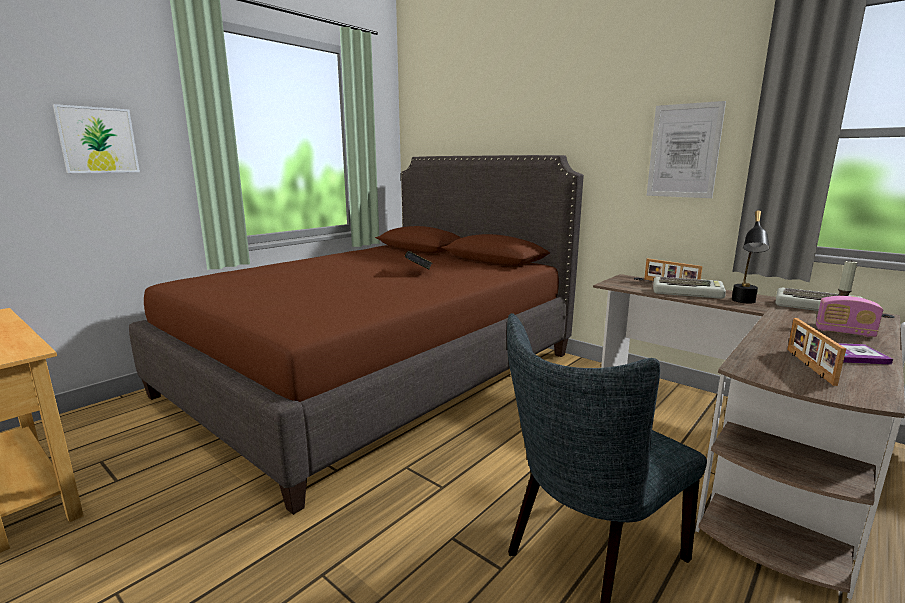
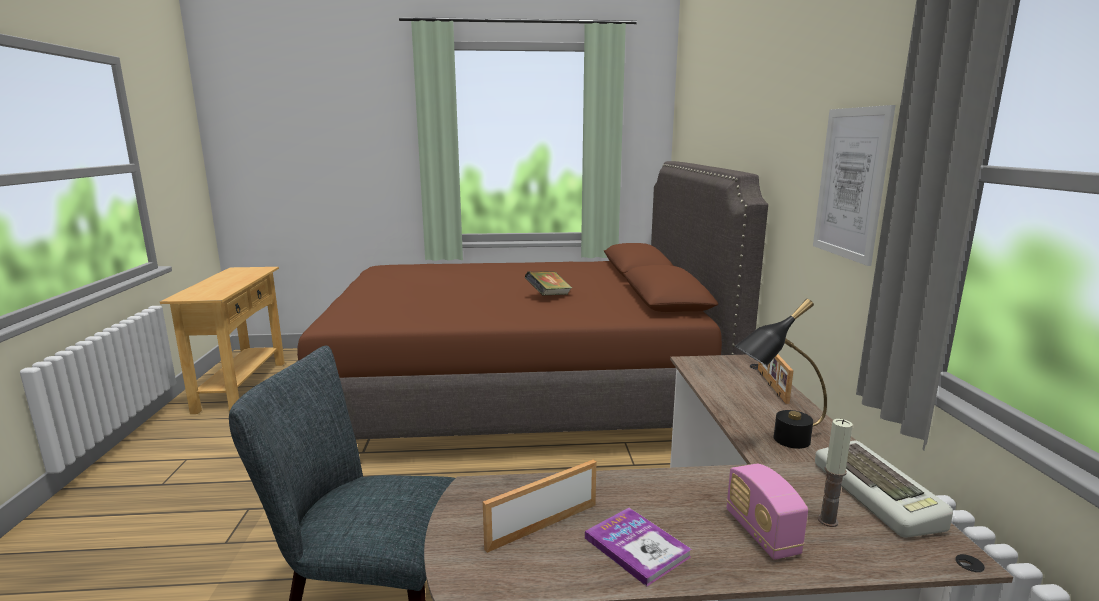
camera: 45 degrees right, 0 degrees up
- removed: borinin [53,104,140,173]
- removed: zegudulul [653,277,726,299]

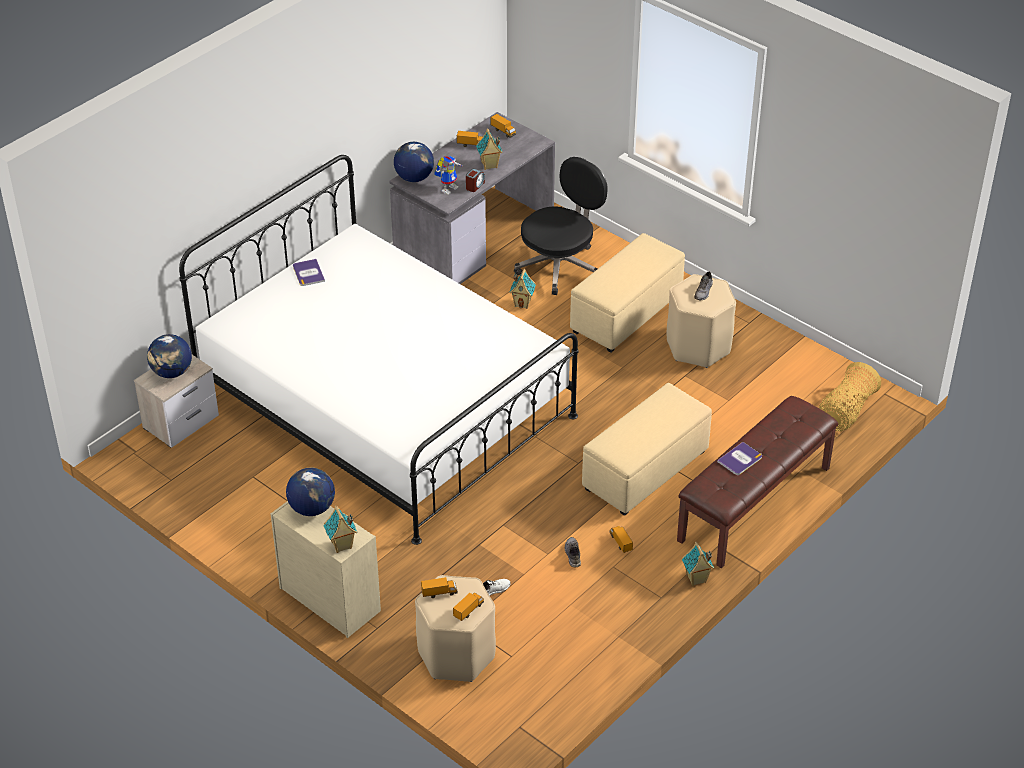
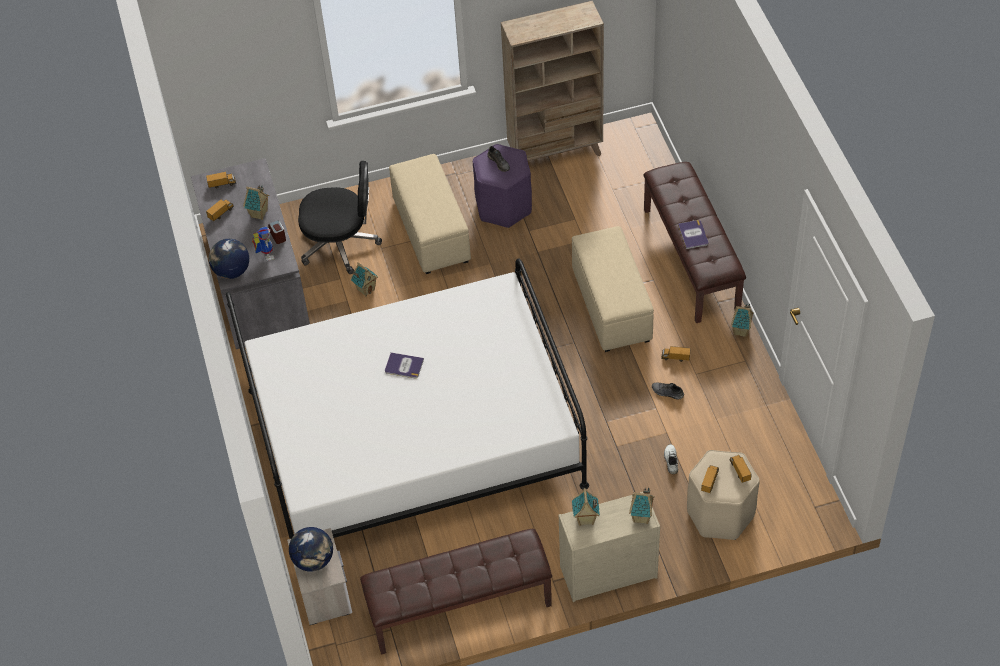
camera: 55 degrees left, 10 degrees up
- removed: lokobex [819,362,881,431]
- added: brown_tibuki [360,529,552,655]
- added: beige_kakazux [501,0,604,161]
- moved: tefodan [293,259,325,286] to [385,352,424,378]
- replaced: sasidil [286,467,335,516] to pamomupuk [572,488,600,526]
- recoloured: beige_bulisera [667,274,736,368] to purple_bulisera [473,144,532,228]
- turned: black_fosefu [514,157,608,295] = [298,161,382,274] 105 degrees clockwise

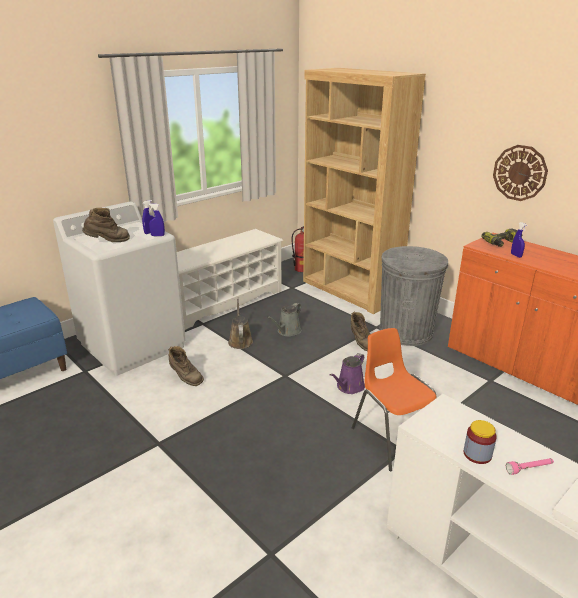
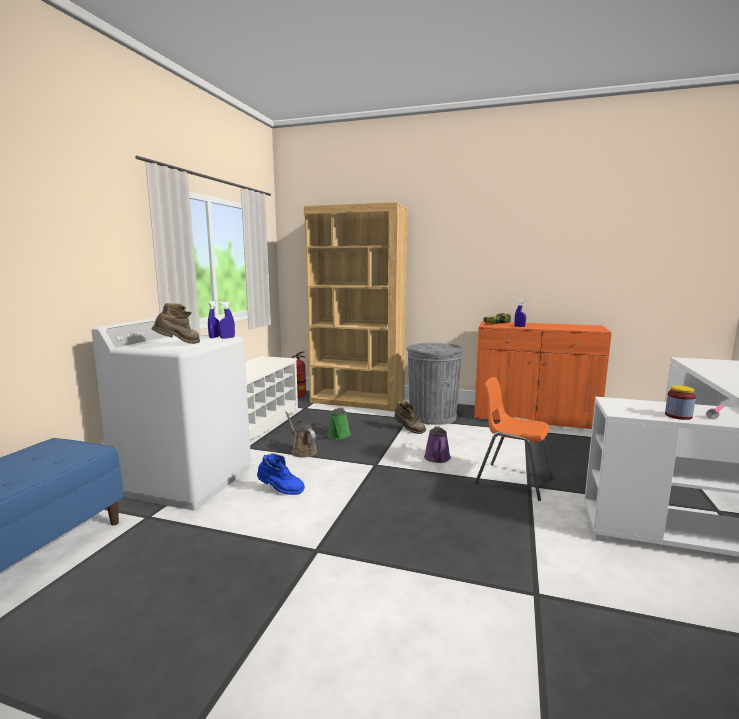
camera: 30 degrees left, 15 degrees down
- removed: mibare [493,145,548,201]
- recoloured: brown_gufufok [168,346,204,386] to blue_gufufok [257,453,305,495]
- recoloured: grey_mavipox [267,303,301,337] to green_mavipox [327,407,351,439]

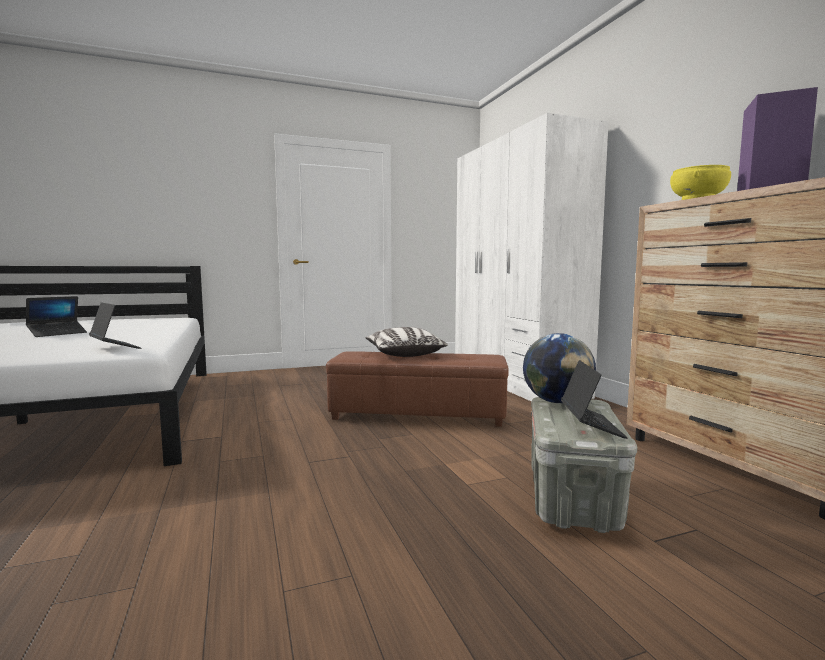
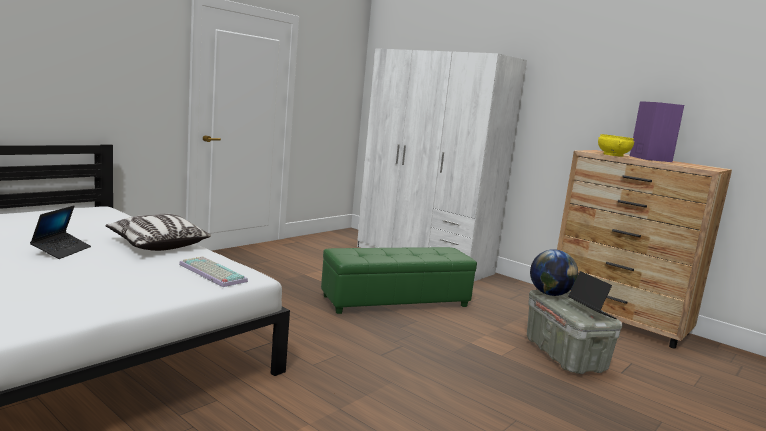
camera: 30 degrees left, 5 degrees up
- moved: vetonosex [365,327,448,357] to [105,214,211,251]
- replaced: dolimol [89,302,141,349] to zegudulul [179,256,248,287]
- recoloured: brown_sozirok [326,351,509,427] to green_sozirok [321,247,477,314]

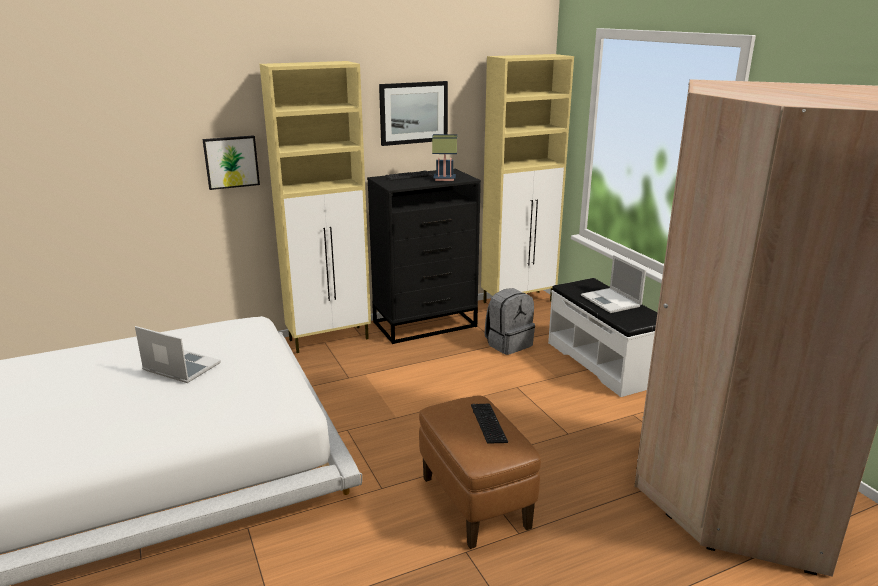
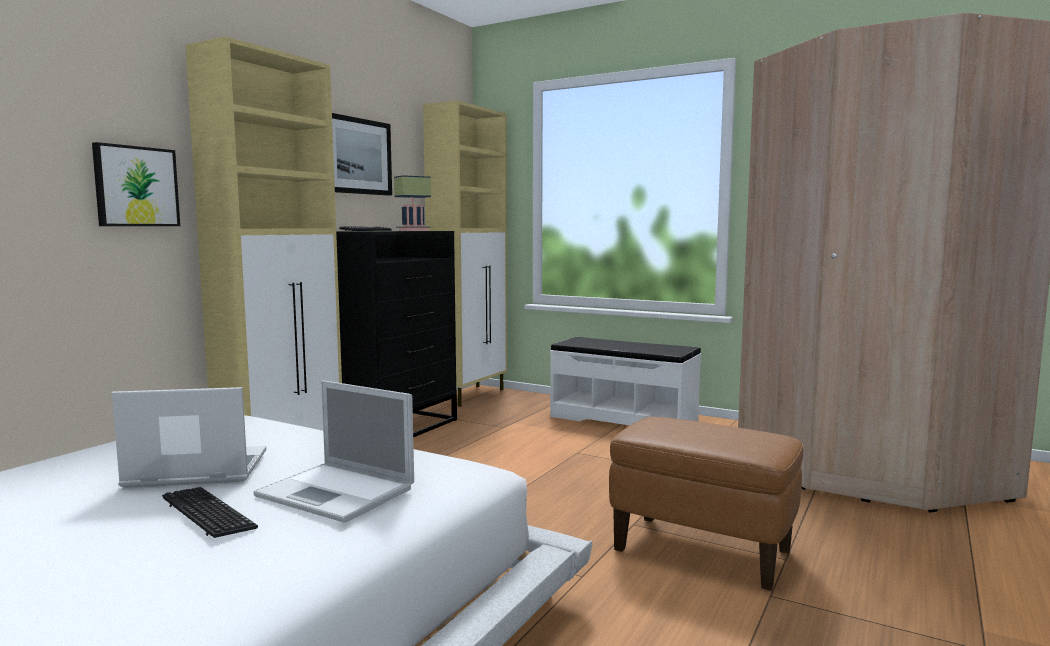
camera: 35 degrees left, 15 degrees down
- removed: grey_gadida [485,288,535,355]
- moved: zegudulul [471,404,508,444] to [162,487,258,538]
- moved: dolimol [581,255,646,313] to [253,380,414,523]

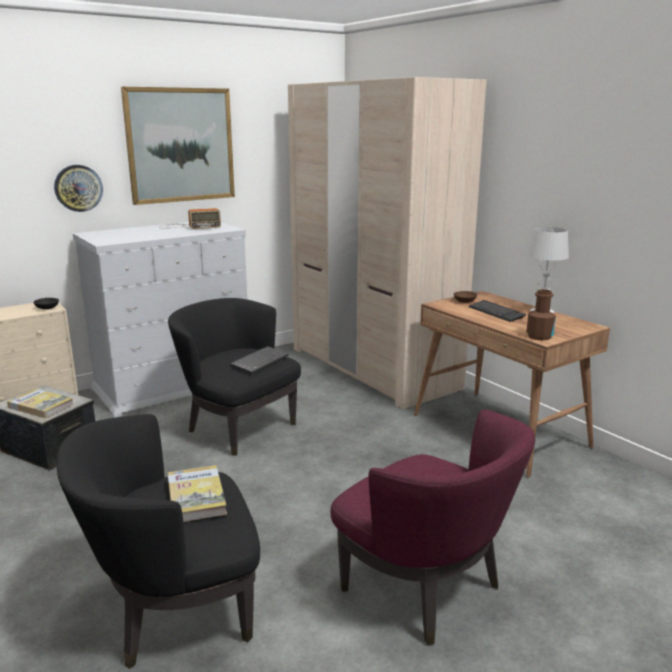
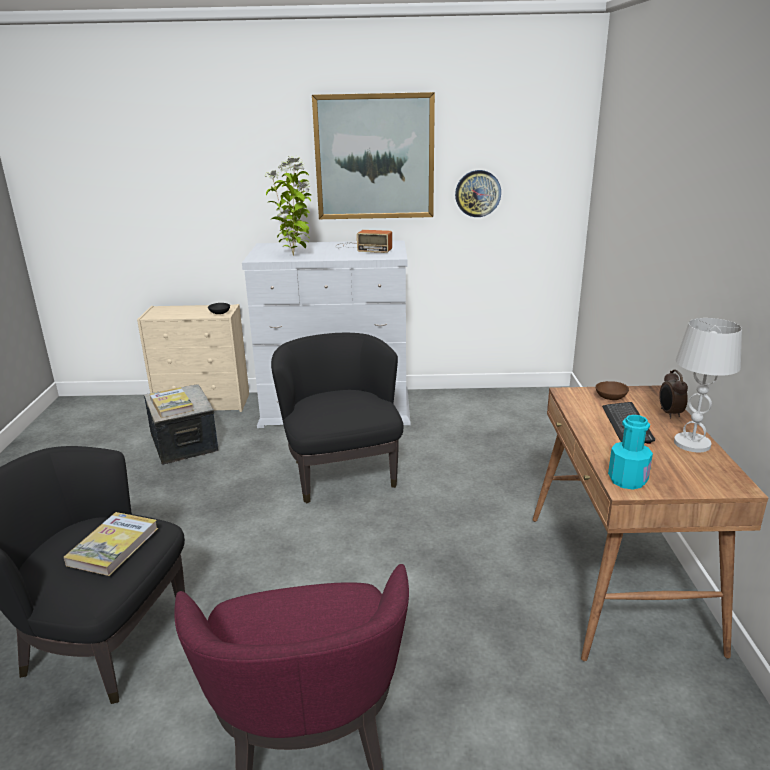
camera: 35 degrees right, 5 degrees up
- removed: zegudulul [230,346,289,374]
- removed: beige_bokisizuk [288,77,486,409]
- added: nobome [264,155,311,256]
- added: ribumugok [659,370,688,418]
- moved: mibare [54,165,103,212] to [455,170,501,217]
- recoloured: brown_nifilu [526,289,556,340] to turquoise_nifilu [608,415,653,490]

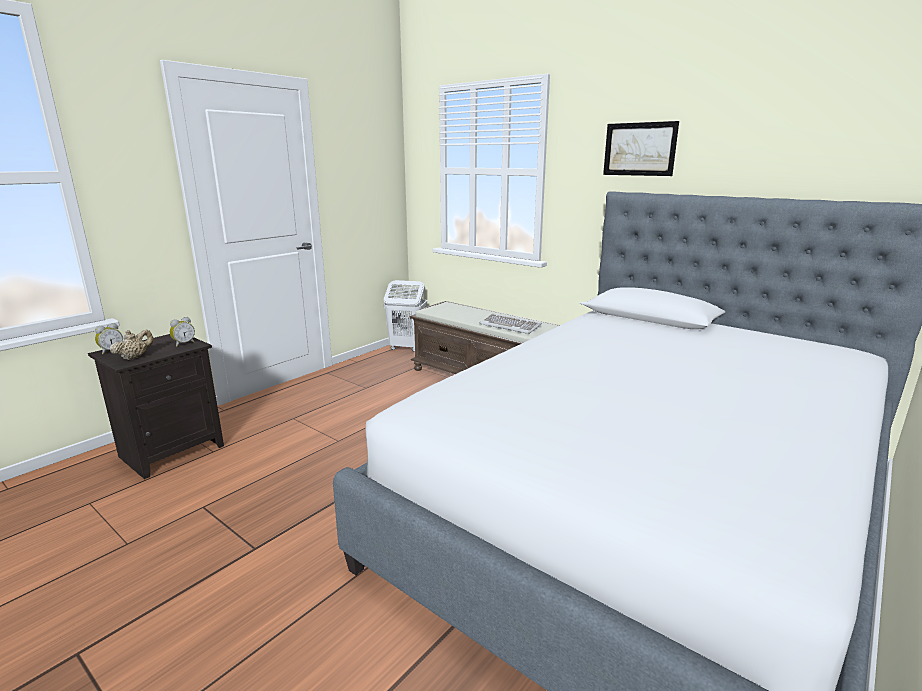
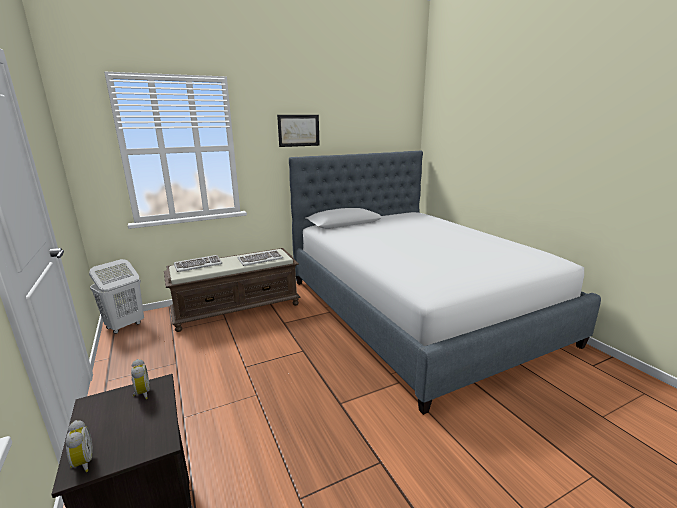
camera: 65 degrees left, 0 degrees up
- removed: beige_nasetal [110,330,153,360]
- added: zegudulul [174,255,222,272]

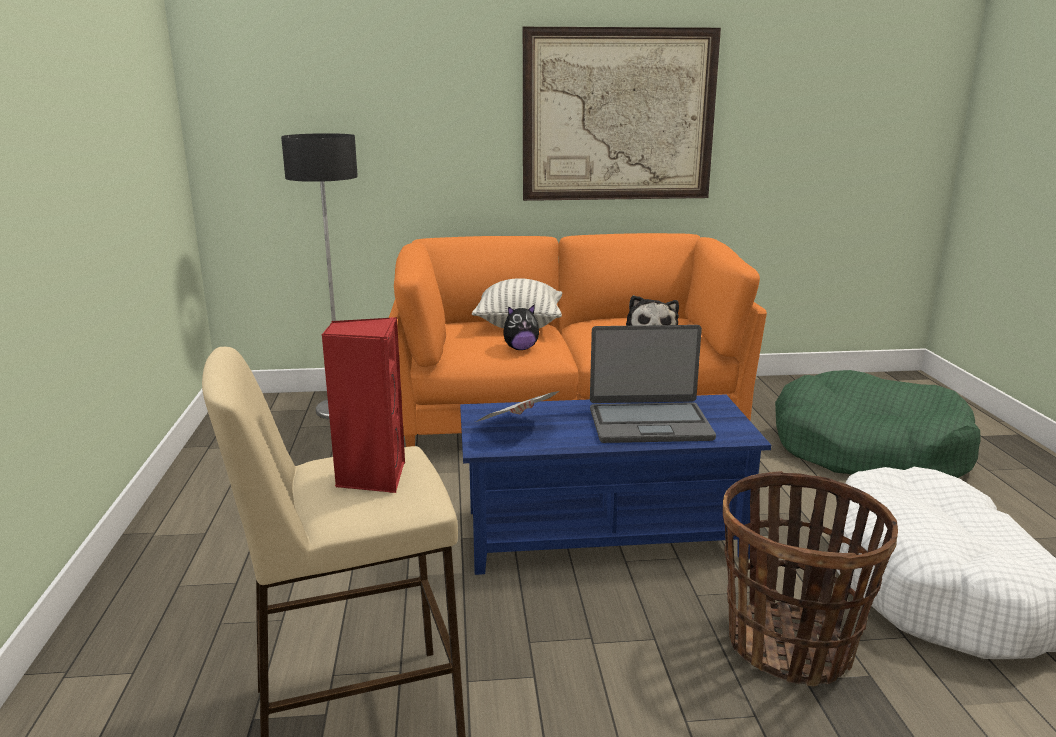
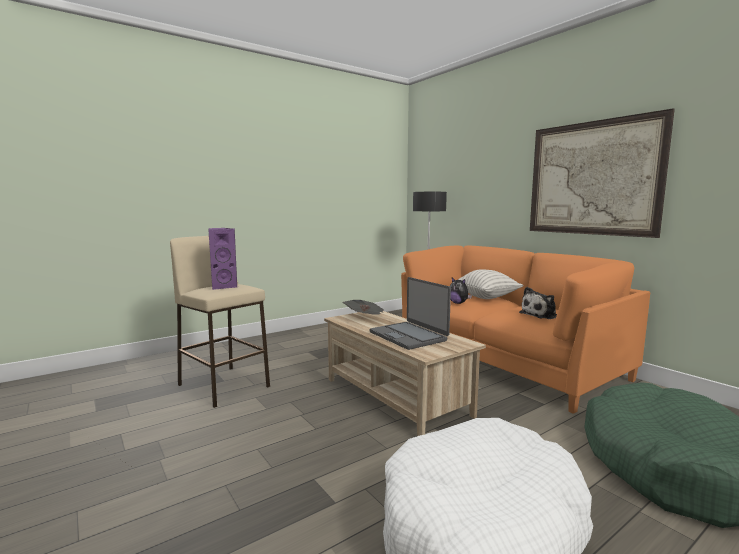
camera: 60 degrees right, 10 degrees down
- removed: lokobex [723,471,898,686]
- recoloured: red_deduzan [322,317,405,493] to purple_deduzan [208,228,238,290]
- recoloured: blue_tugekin [460,394,771,575] to beige_tugekin [324,311,486,436]

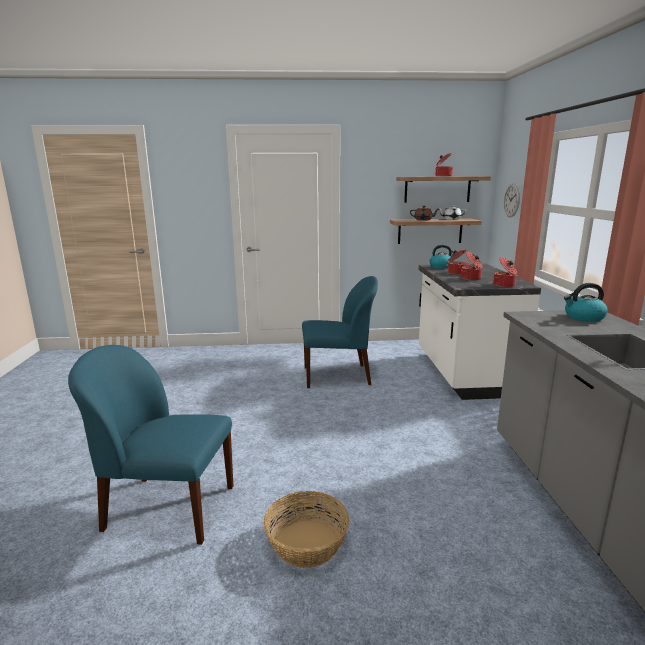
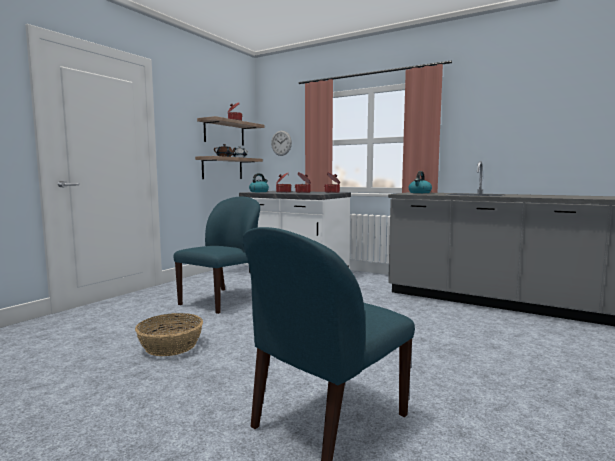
camera: 55 degrees left, 10 degrees down
- moved: lokobex [264,491,349,568] to [135,313,203,356]

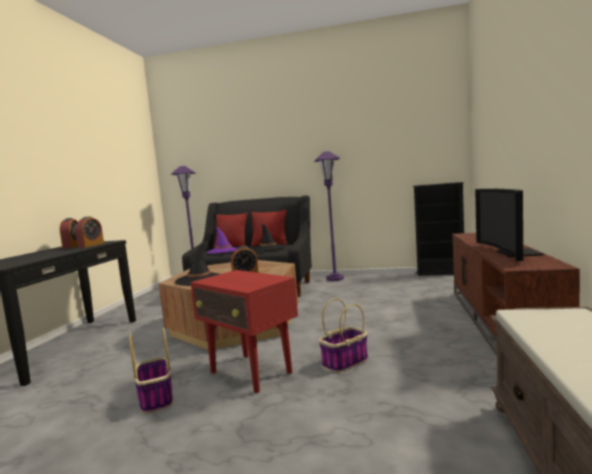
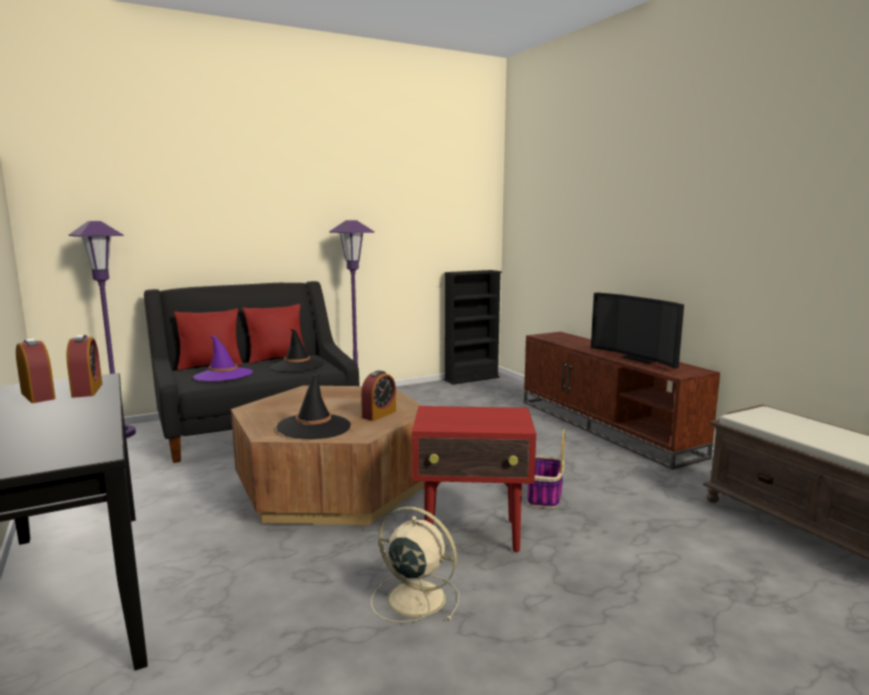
camera: 40 degrees left, 5 degrees up
- replaced: lokobex [129,328,173,413] to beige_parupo [371,506,459,623]

